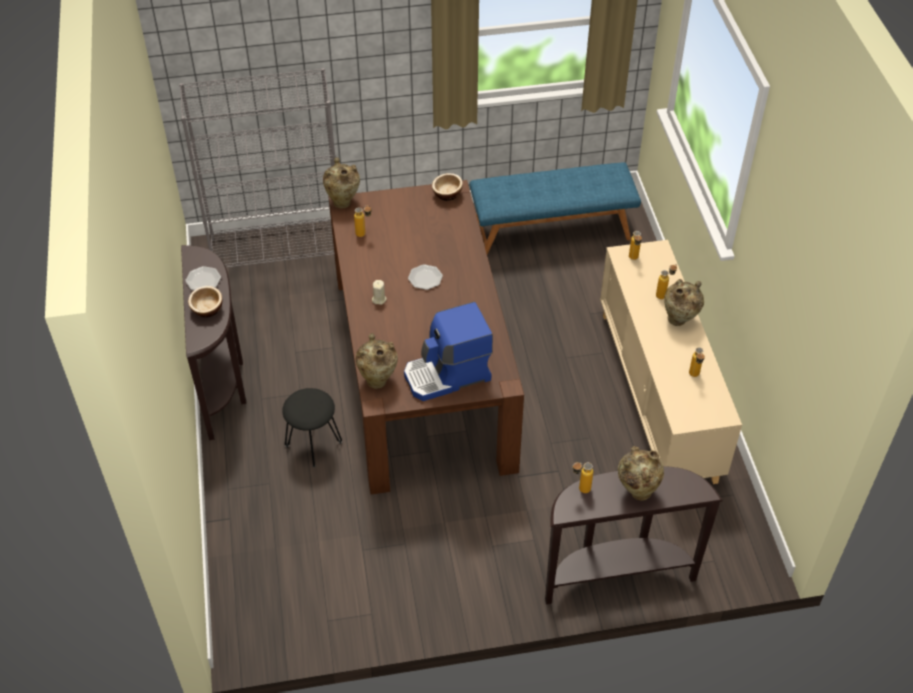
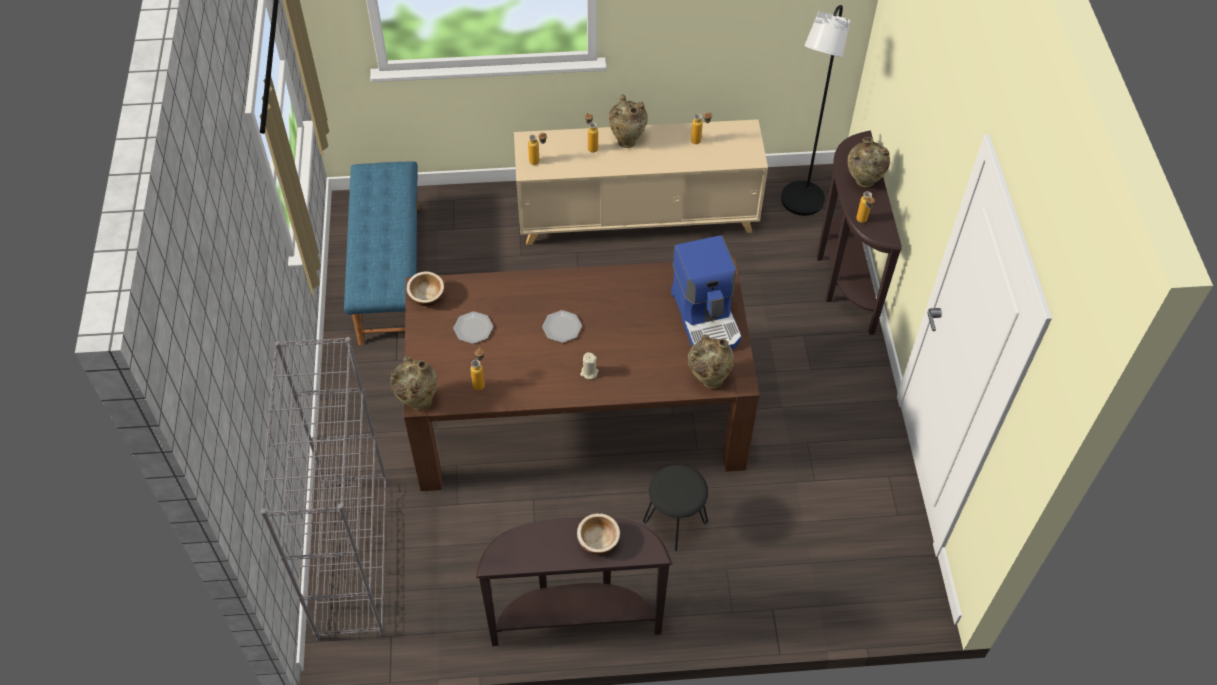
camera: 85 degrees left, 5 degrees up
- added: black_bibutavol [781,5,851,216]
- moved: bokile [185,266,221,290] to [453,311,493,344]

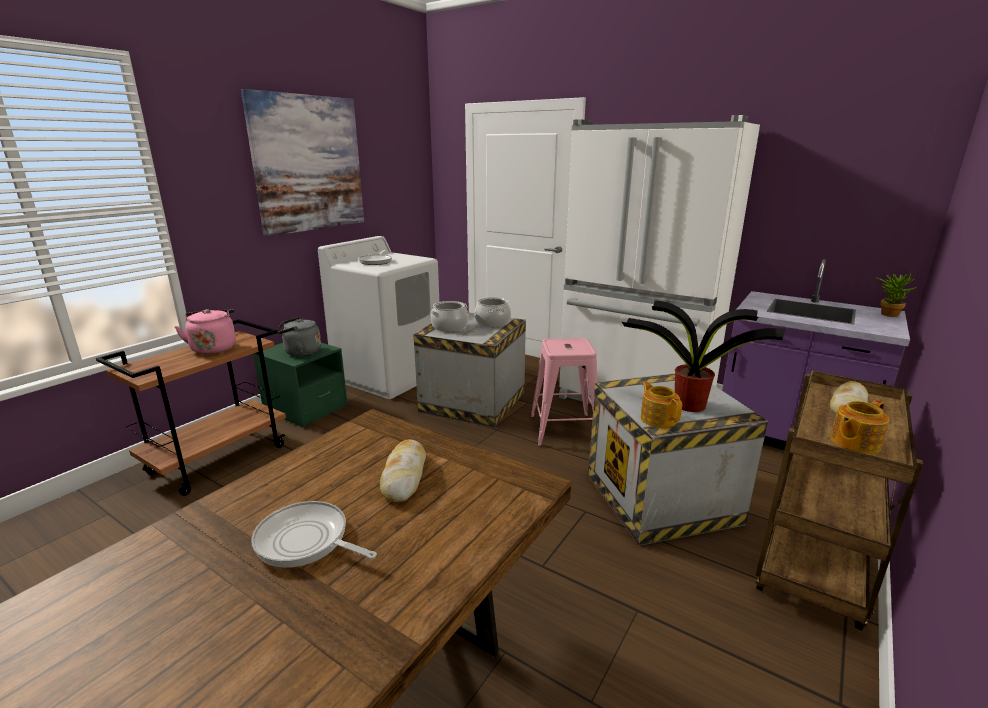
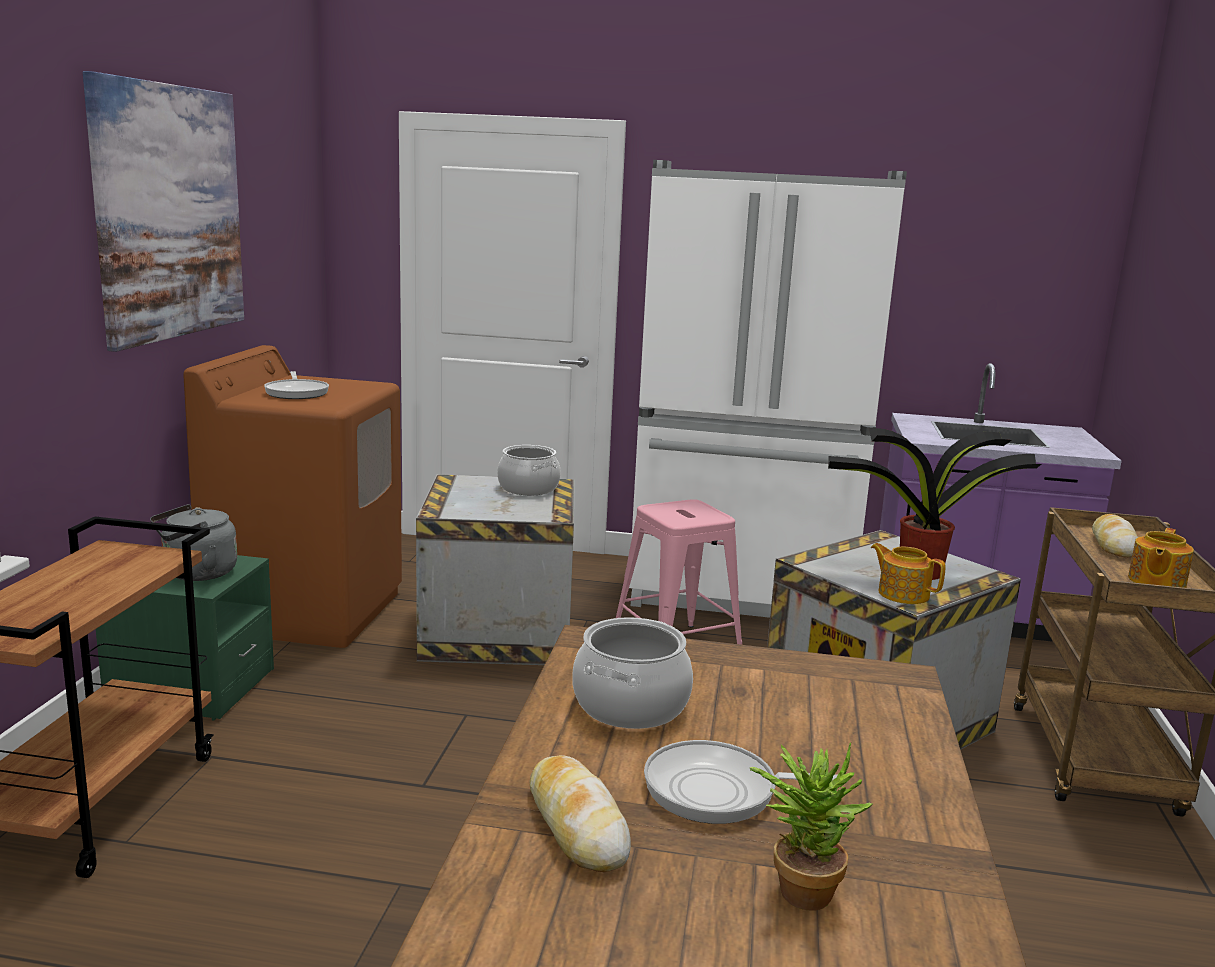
camera: 25 degrees left, 5 degrees down
- removed: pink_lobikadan [174,309,236,354]
- moved: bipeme [380,440,426,502] to [530,755,631,872]
- moved: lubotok [430,301,468,332] to [572,617,693,729]
- moved: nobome [876,272,917,317] to [750,743,872,911]
- recoloured: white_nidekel [318,236,439,399] to brown_nidekel [183,345,402,648]

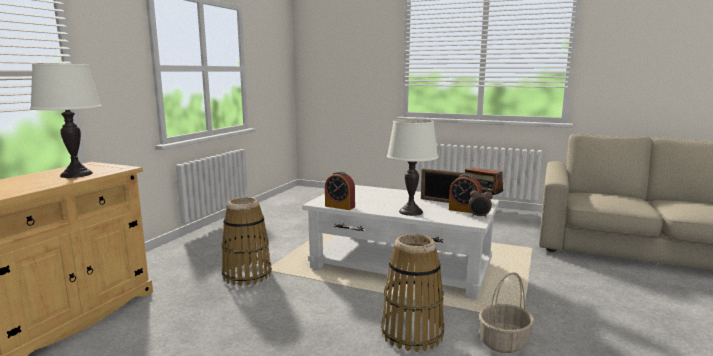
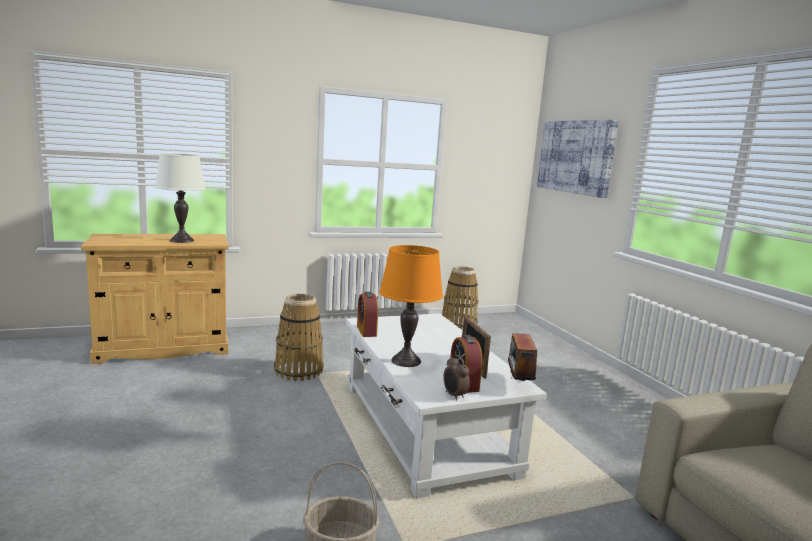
camera: 45 degrees right, 0 degrees up
- added: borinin [537,120,619,198]
- moved: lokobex [381,234,444,352] to [442,266,478,330]
- recoloured: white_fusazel [387,119,439,216] to orange_fusazel [379,245,443,367]

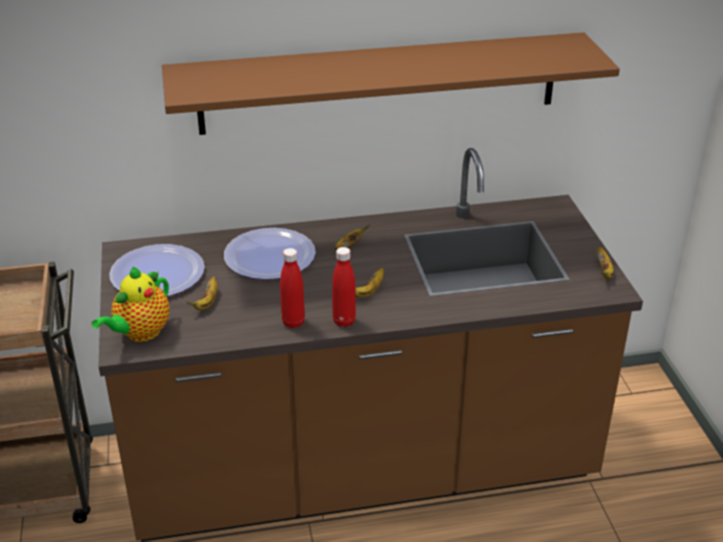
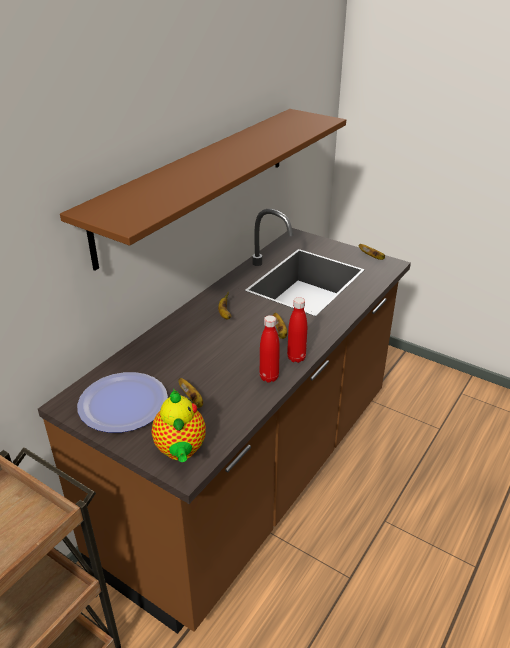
camera: 45 degrees left, 0 degrees up
- removed: bokile [224,228,316,280]

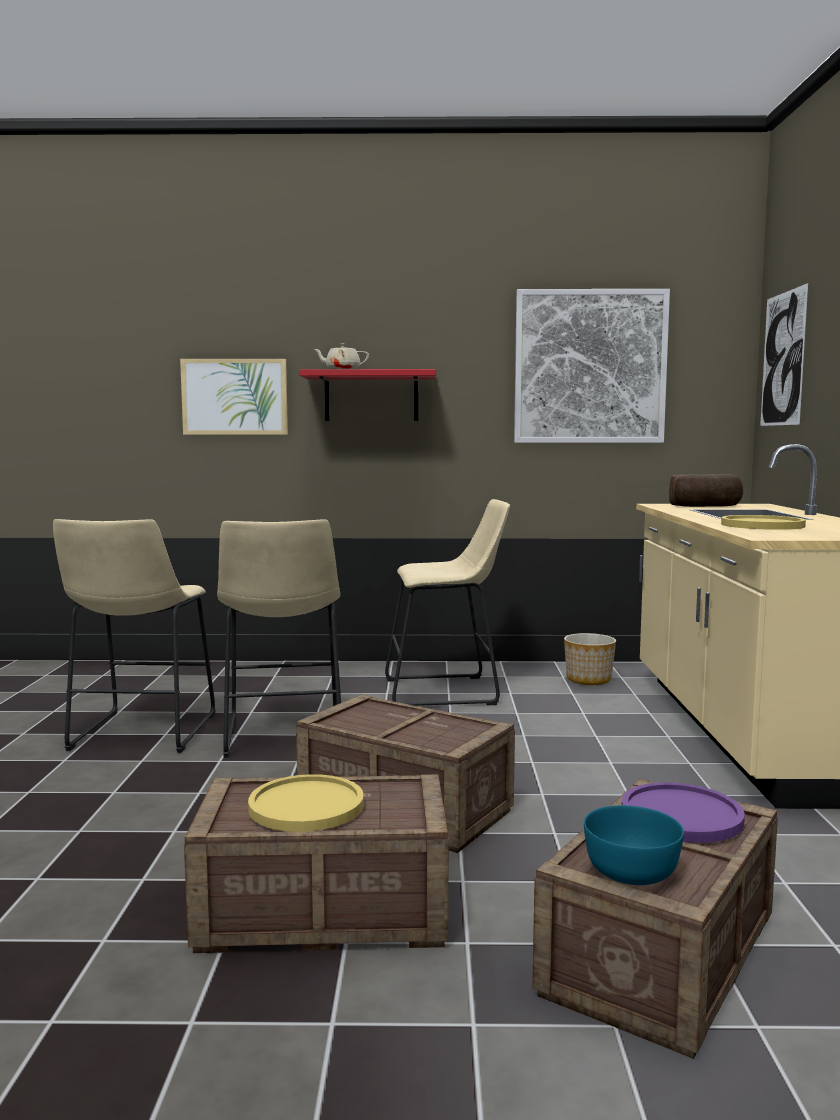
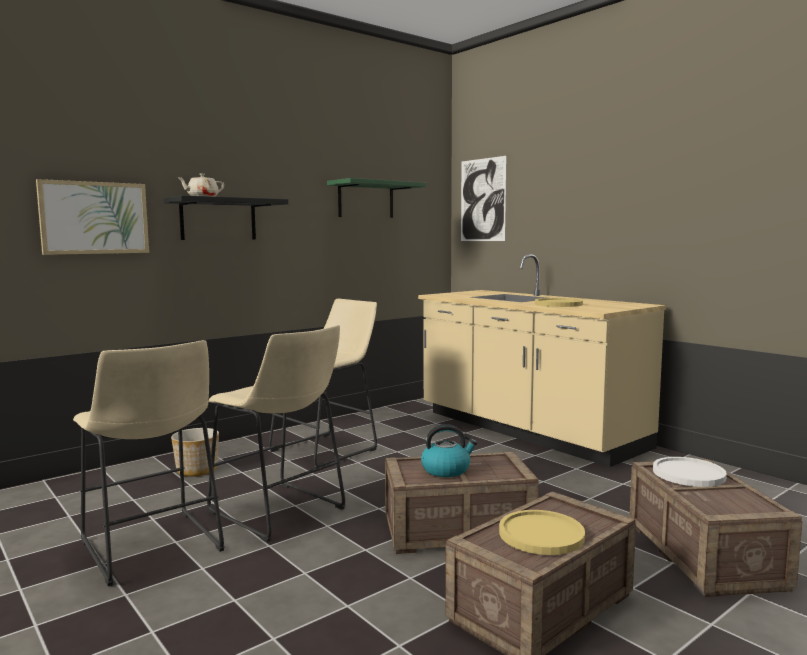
camera: 40 degrees left, 0 degrees up
- removed: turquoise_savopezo [584,805,684,885]
- removed: bipeme [669,474,743,507]
- added: lobikadan [421,424,477,477]
- moved: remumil [564,633,616,685] to [171,428,219,477]
- replaced: borinin [514,289,670,443] to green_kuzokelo [327,178,426,218]
- recoloured: red_kuzokelo [299,369,436,421] to black_kuzokelo [163,195,289,240]
- recoloured: purple_bokile [622,782,745,843] to white_bokile [653,457,727,487]

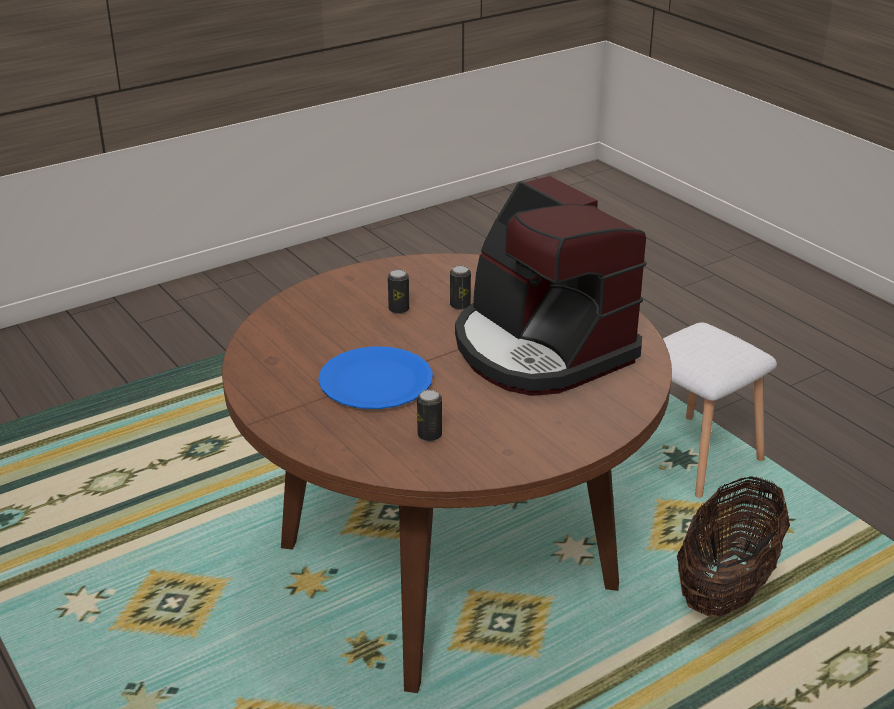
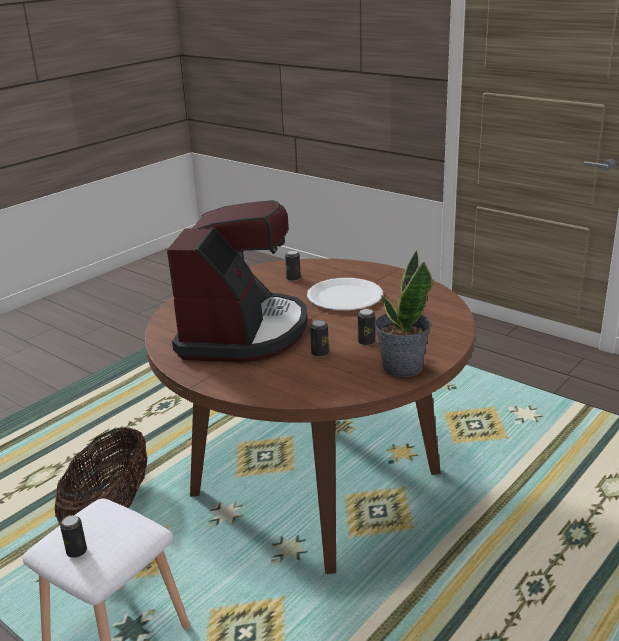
camera: 165 degrees right, 5 degrees down
- added: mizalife [60,515,87,558]
- added: nobome [374,250,433,377]
- recoloured: blue_bokile [318,346,433,409] to white_bokile [307,278,383,310]
- turned: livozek [455,176,646,396] = [167,200,308,363] 60 degrees clockwise

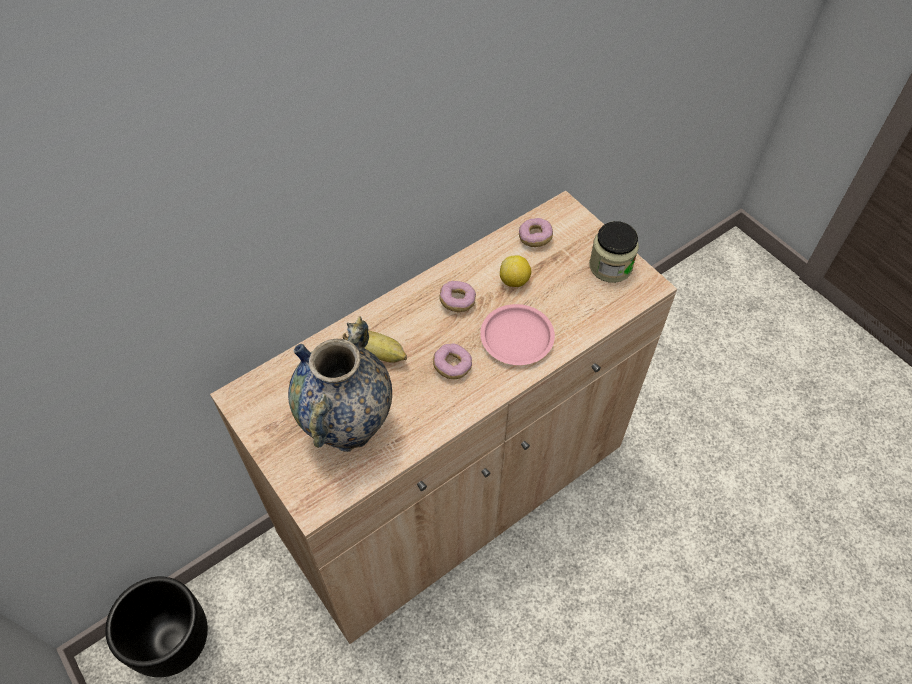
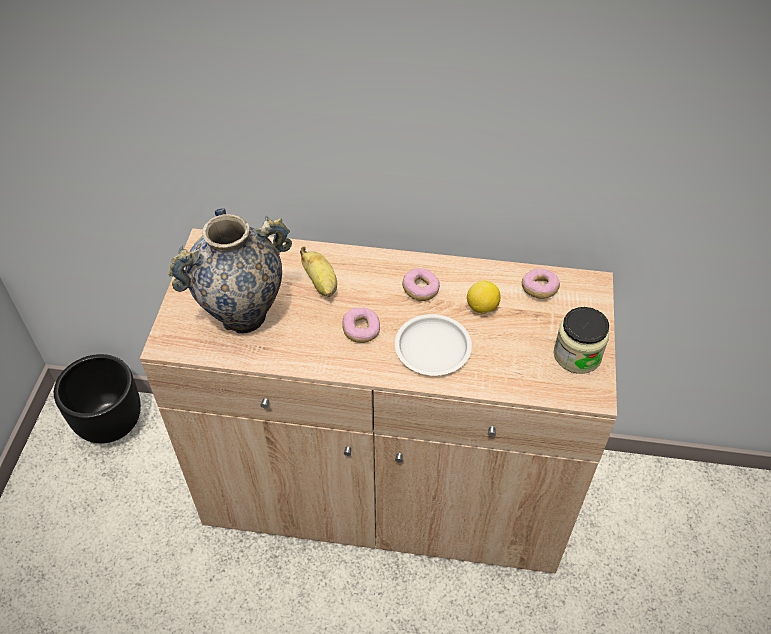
camera: 45 degrees right, 5 degrees down
- recoloured: pink_bokile [480,304,555,365] to white_bokile [395,314,472,376]

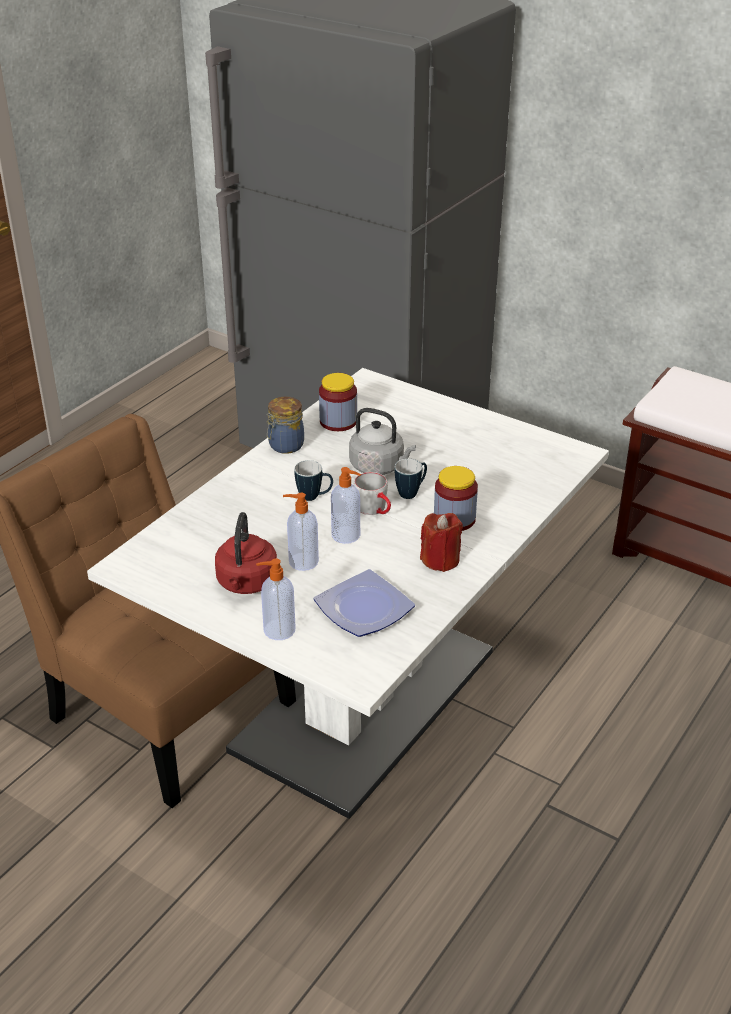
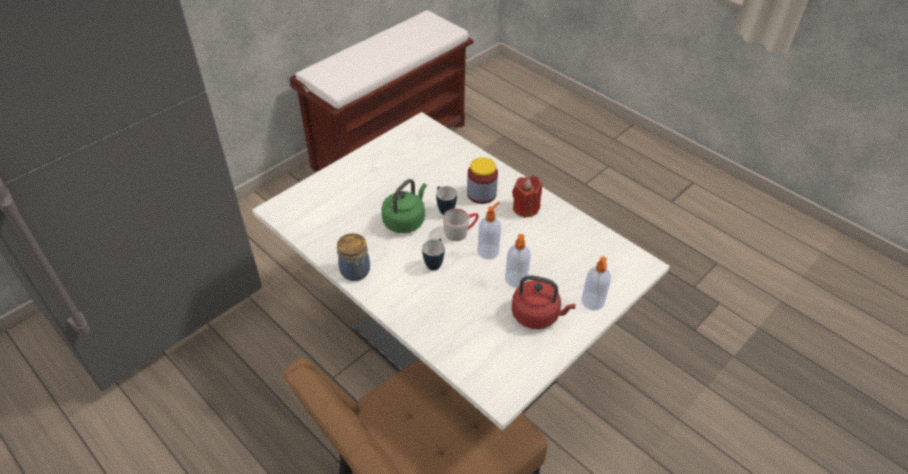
camera: 80 degrees left, 10 degrees up
- removed: bokile [314,569,415,637]
- removed: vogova [319,373,357,431]
- recoloured: grey_lobikadan [349,408,416,475] to green_lobikadan [381,179,427,233]

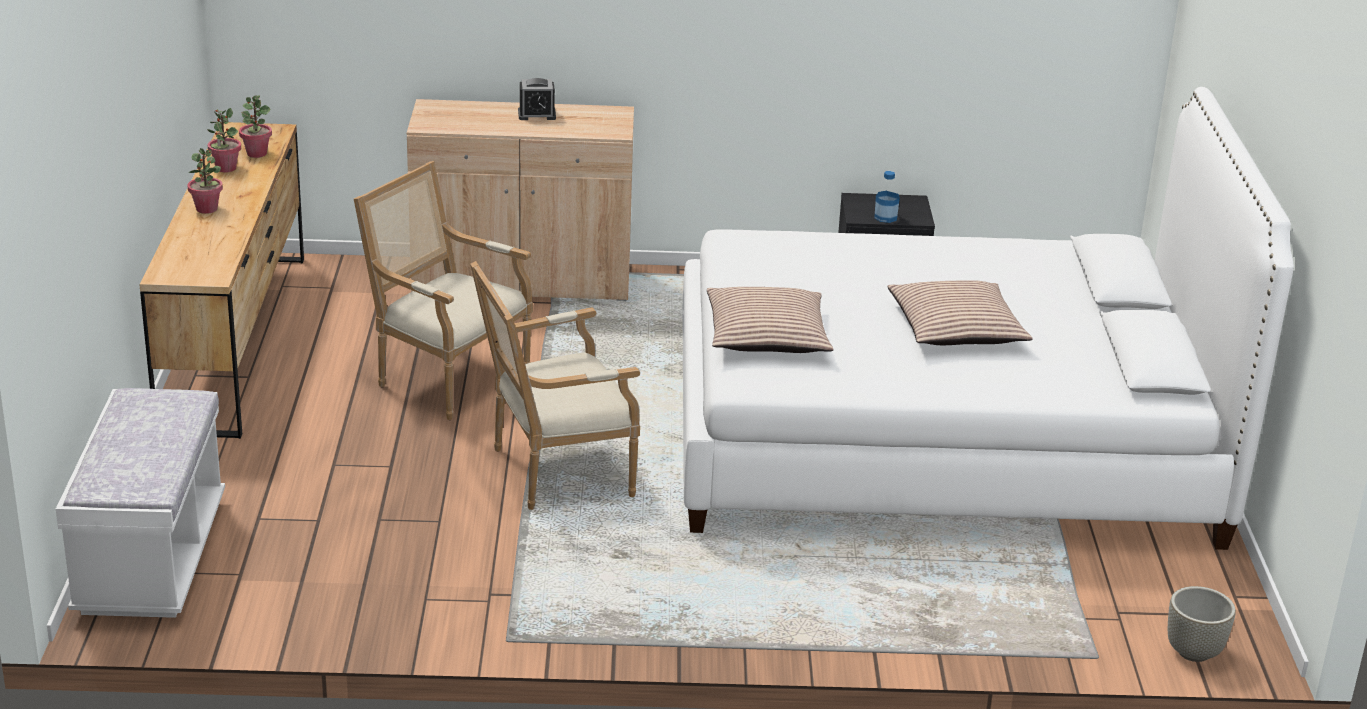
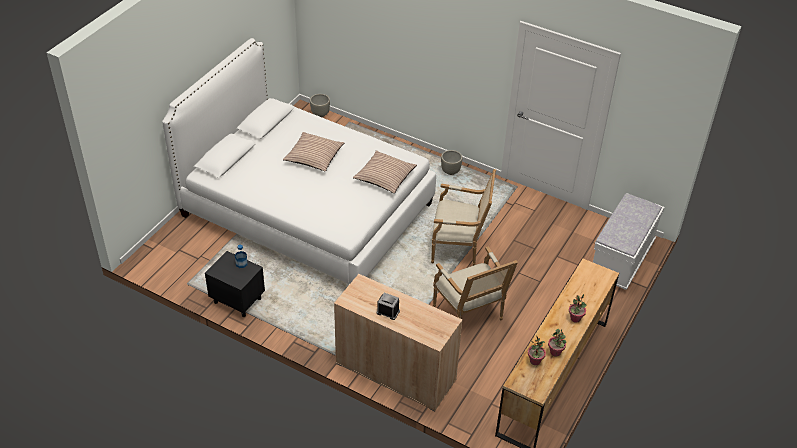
camera: 150 degrees left, 15 degrees up
- added: grey_remumil [441,150,463,175]

